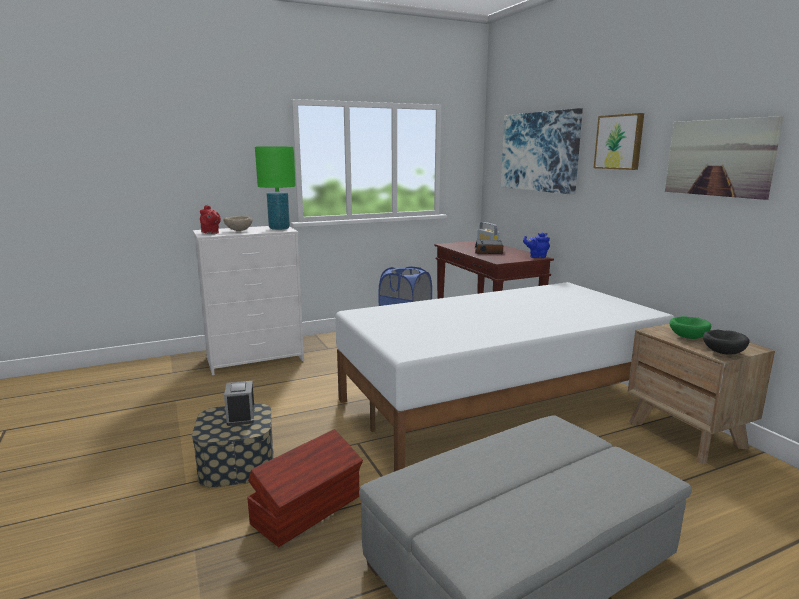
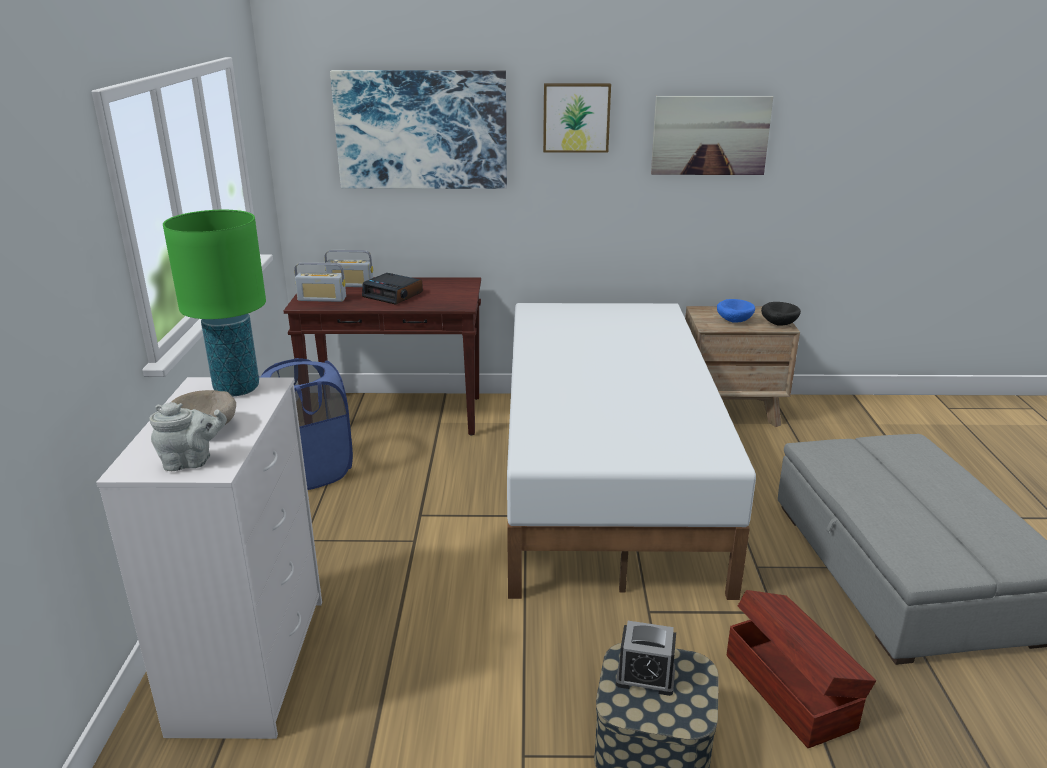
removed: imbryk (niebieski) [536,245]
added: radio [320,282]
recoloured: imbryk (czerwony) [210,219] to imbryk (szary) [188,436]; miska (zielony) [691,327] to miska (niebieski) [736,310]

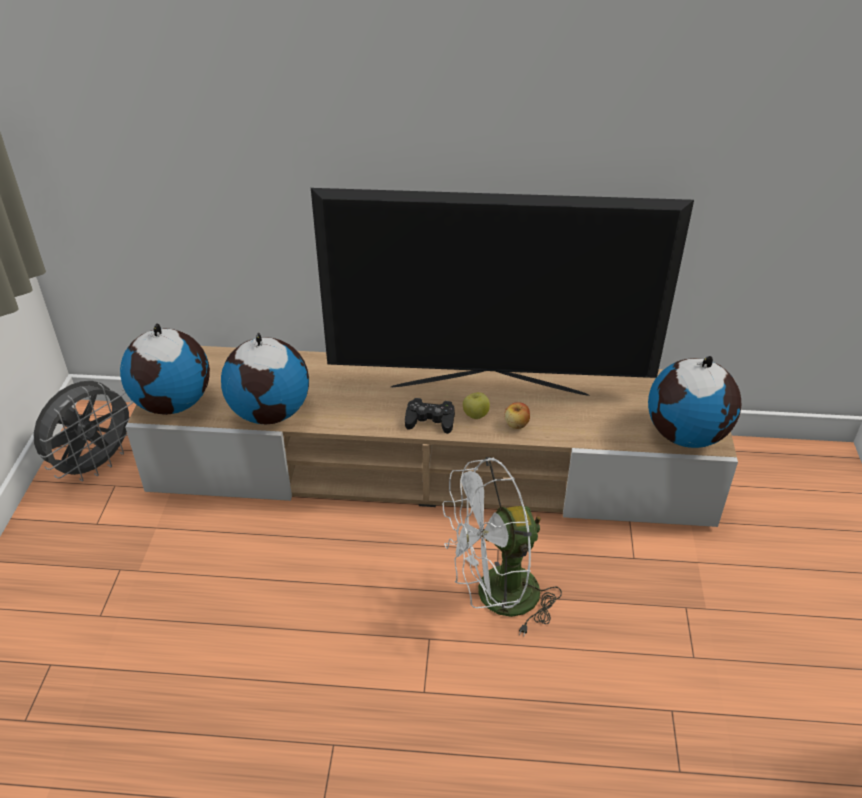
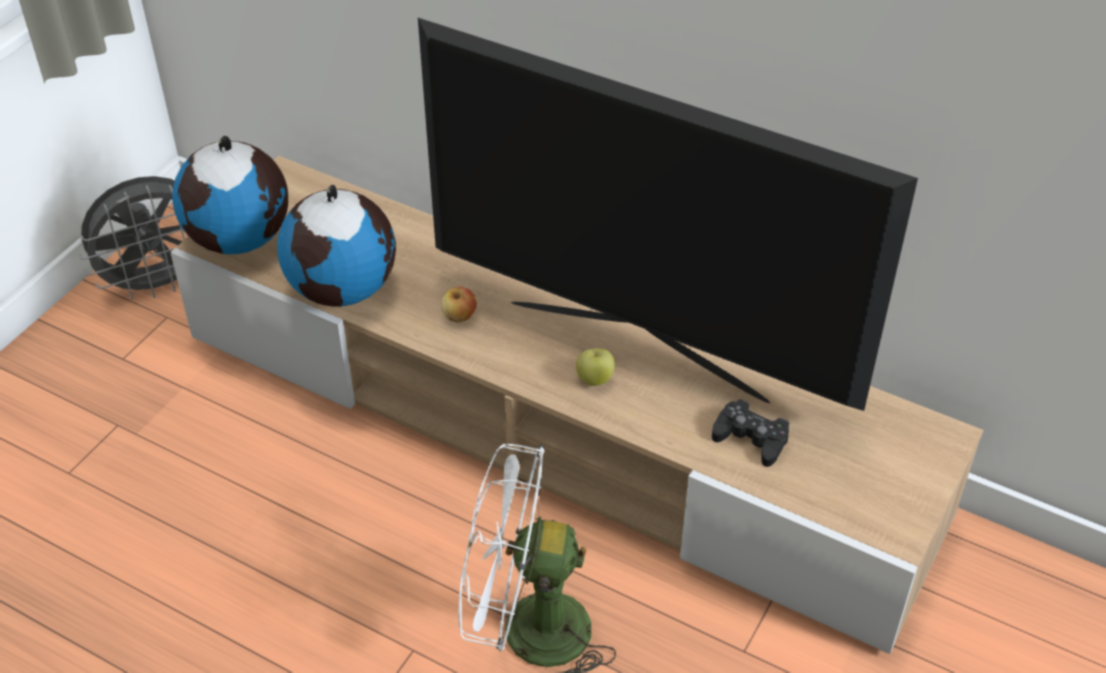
removed: globus [694,402]
moved: pad do gier (czarny) [430,416] to [750,433]; jabłko [517,416] to [459,305]

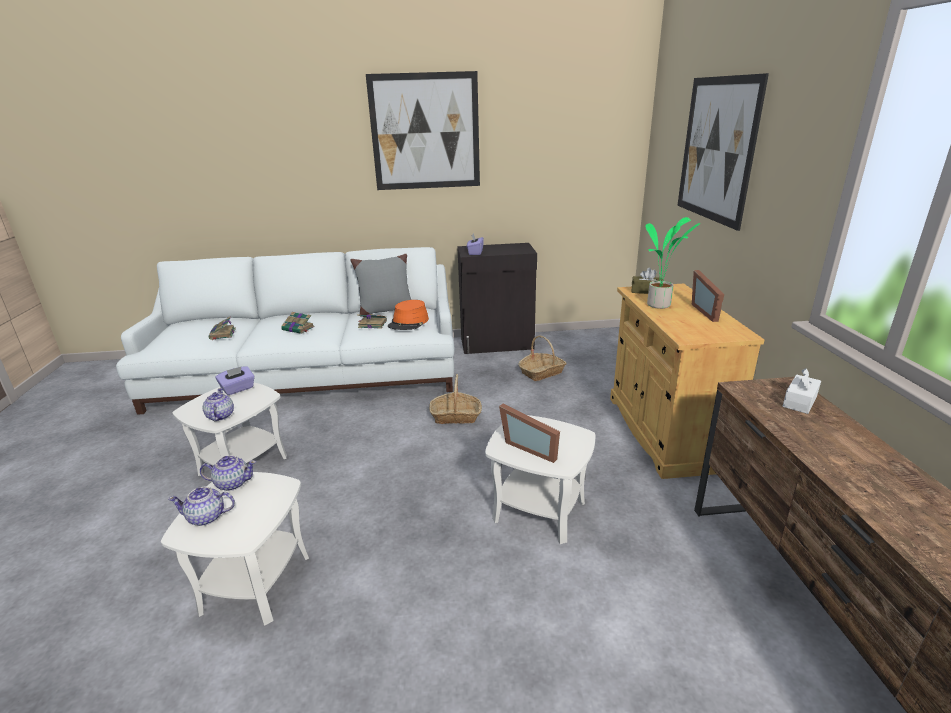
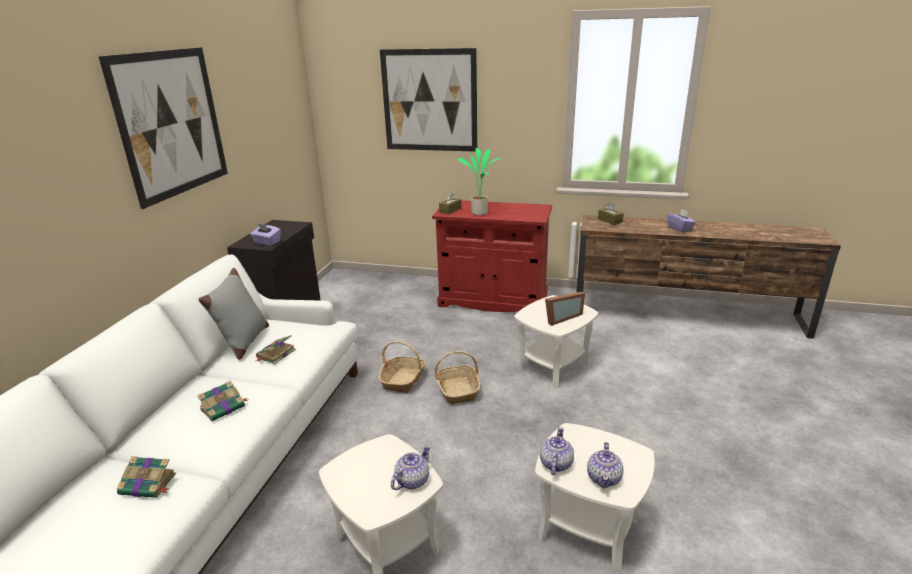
removed: kapelusz (pomarańczowy) [408,315]; ramka na zdjęcie [708,296]
moved: pudełko chusteczek (fioletowy) [235,380] to [682,220]; koszyk [542,358] to [458,377]
recoloured: szafka (beżowy) [687,381] to szafka (czerwony) [492,256]; pudełko chusteczek (biały) [802,391] to pudełko chusteczek (brązowy) [611,213]
turned: imbryk [218,404] = [411,467] 120 degrees clockwise

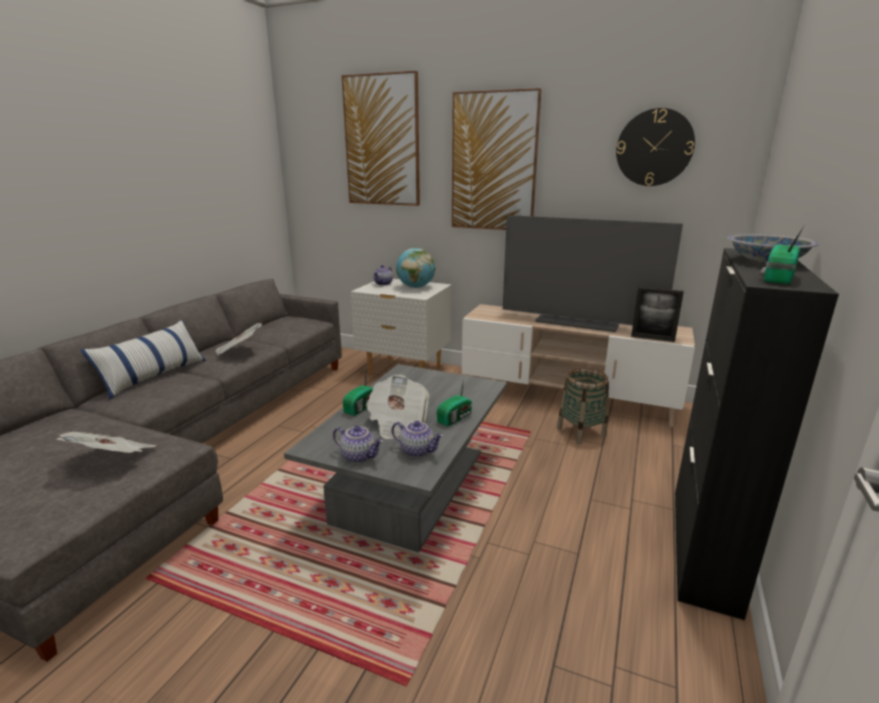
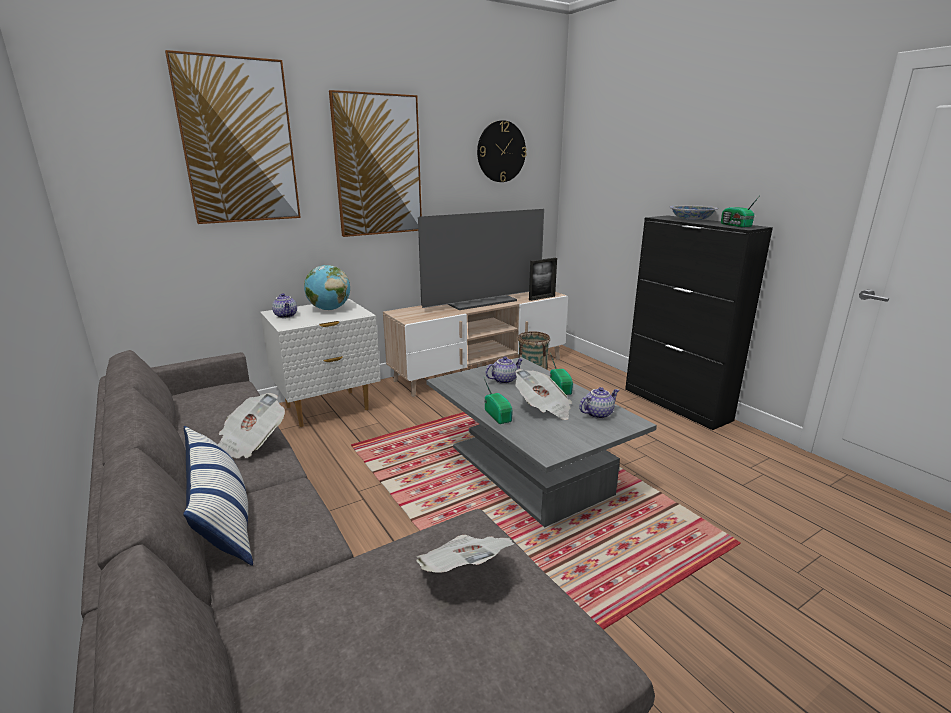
moved: imbryk [358,444] to [504,370]

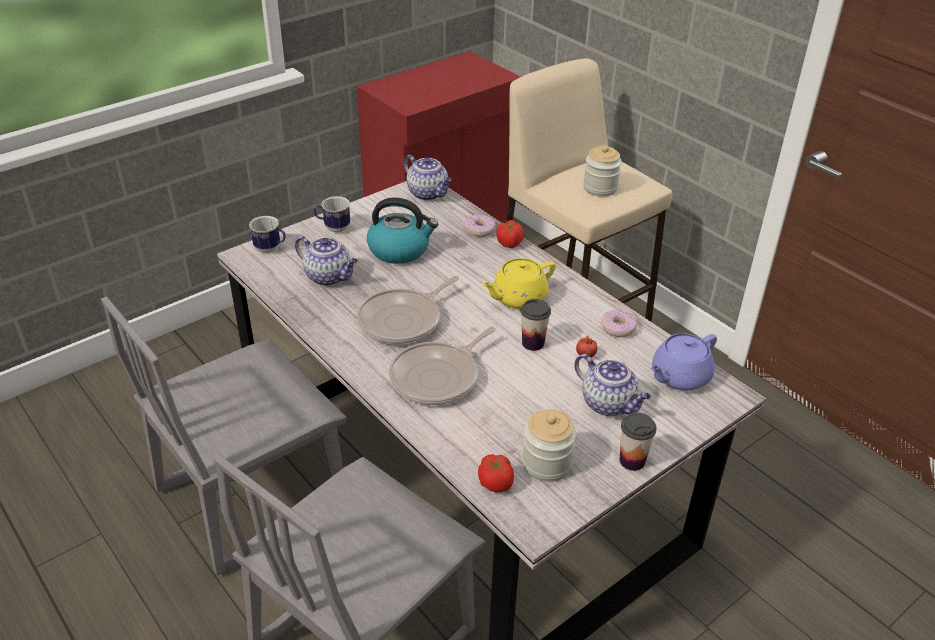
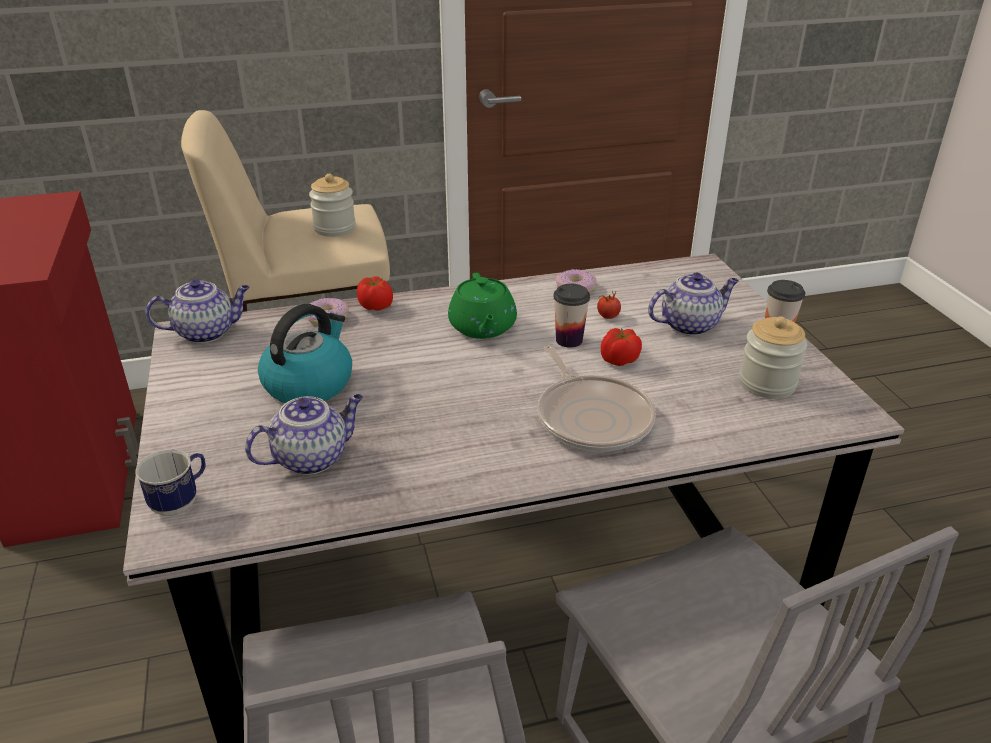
removed: kubek [332,214]; patelnia [408,310]; imbryk (fioletowy) [683,362]
moved: pomidor [496,473] to [621,347]
recoloured: imbryk (żółty) [519,283] to imbryk (zielony) [482,306]

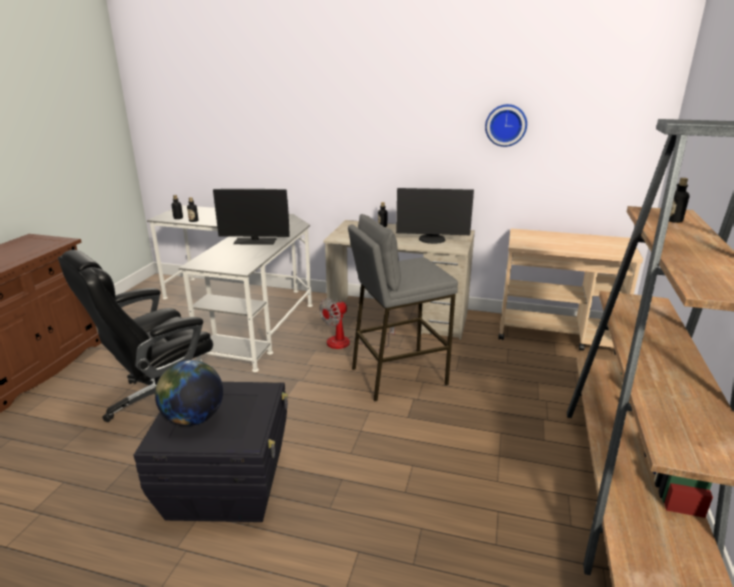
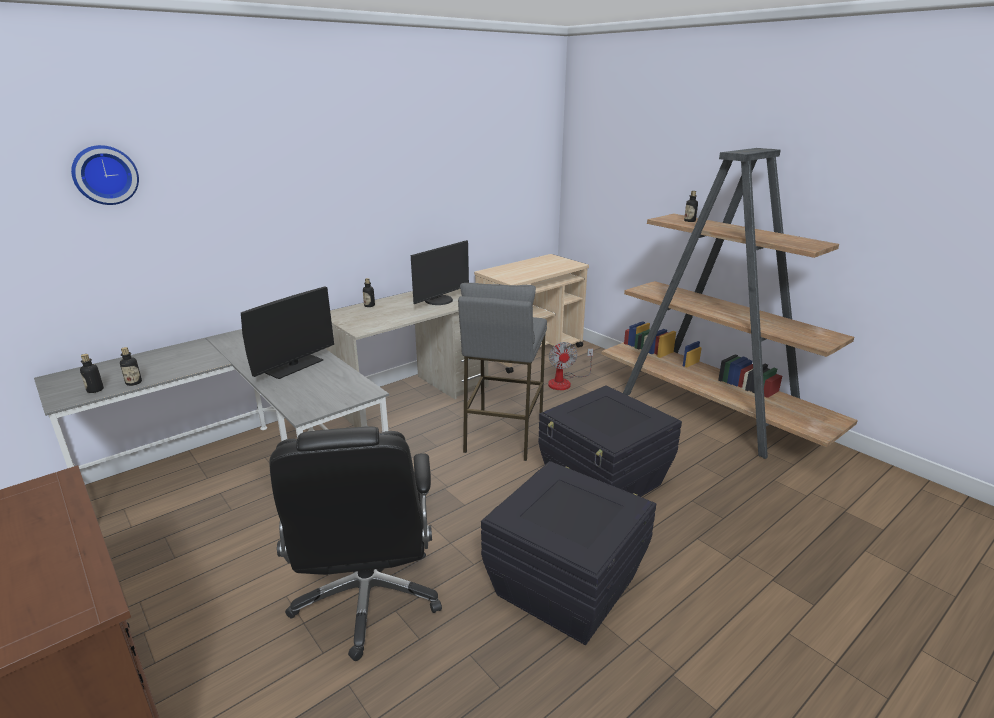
removed: globus [189,393]
added: pojemnik do przechowywania (czarny) [610,441]
moved: wentylator [357,324] to [570,366]; zegar ścienny [506,125] to [105,175]

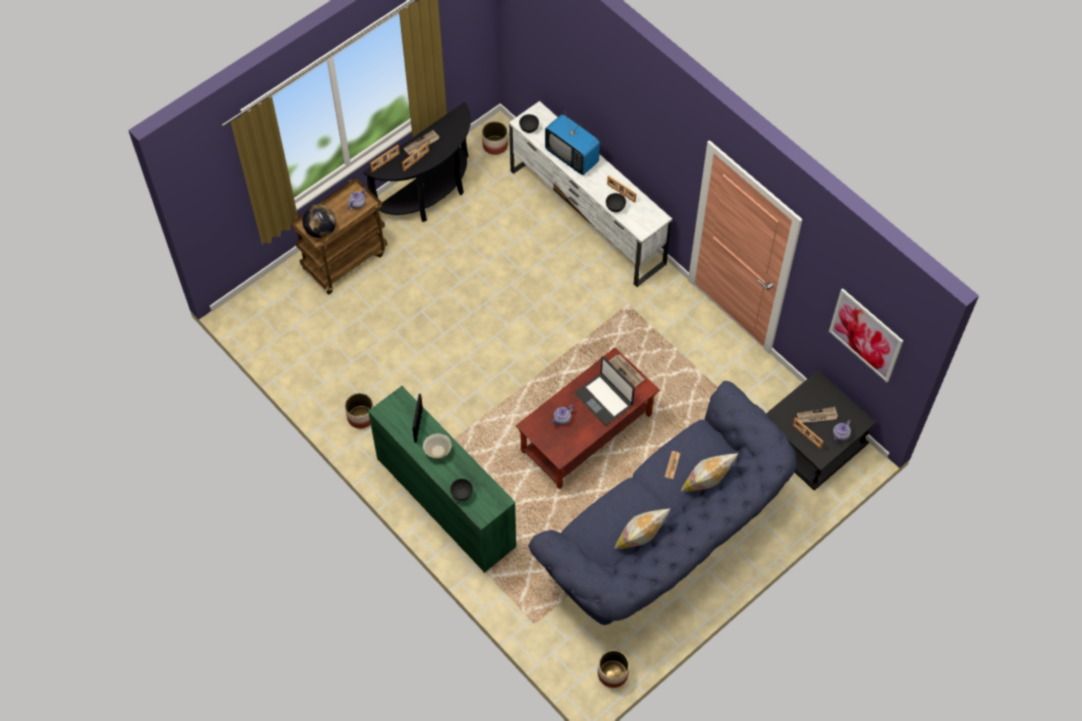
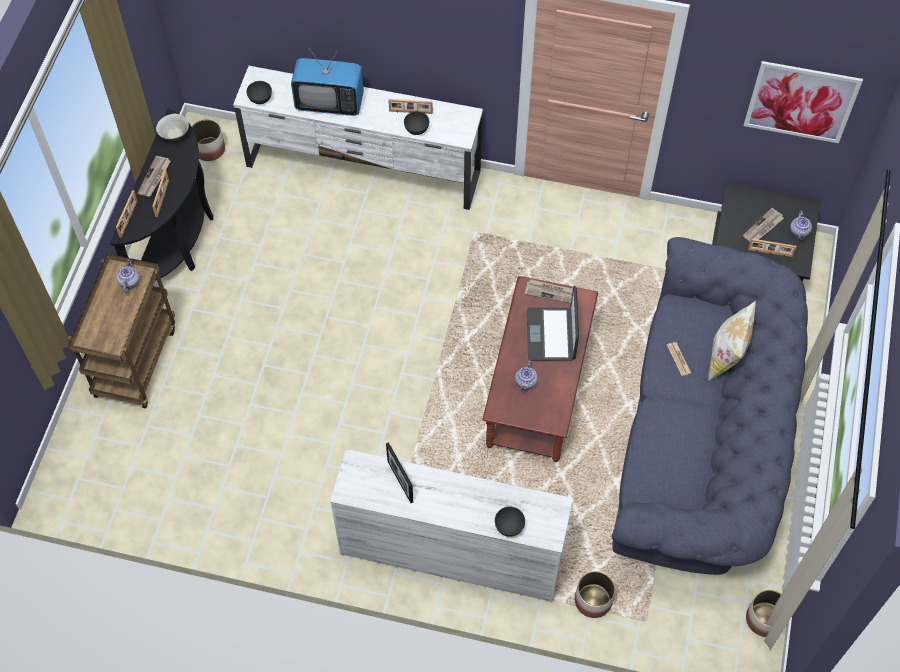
removed: globus [319,221]; poduszka [642,528]
moved: donica [359,411] to [595,594]; miska (beżowy) [437,446] to [172,127]
recoloured: komoda (zielony) [442,479] to komoda (biały) [451,525]
turned: laptop [605,390] = [553,323] 75 degrees clockwise

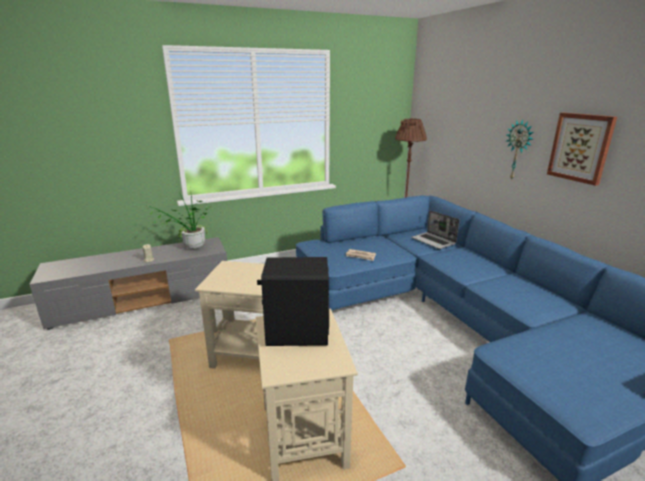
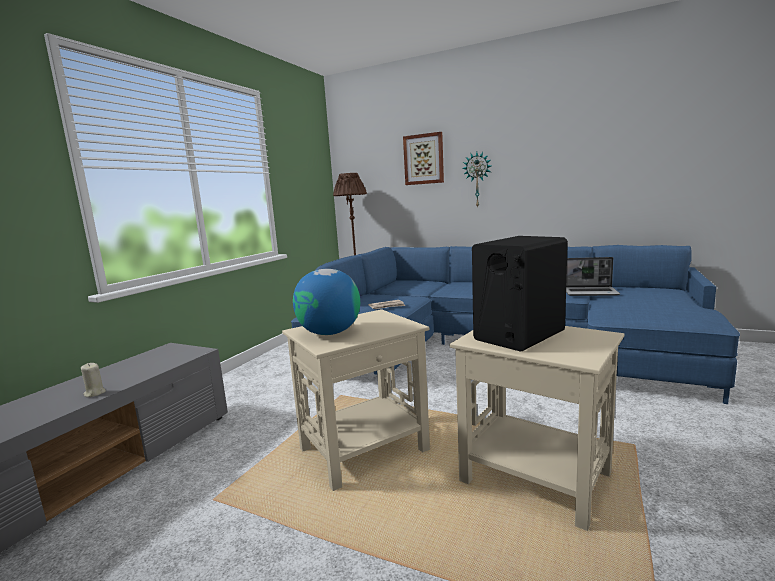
removed: roślina doniczkowa [179,220]
added: globus [326,302]
moved: laptop [435,229] to [593,276]; obraz [582,149] to [423,158]

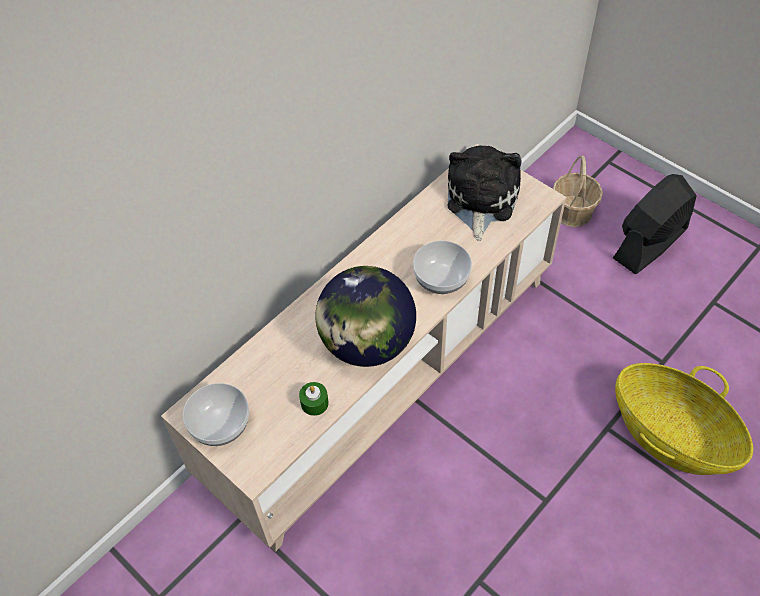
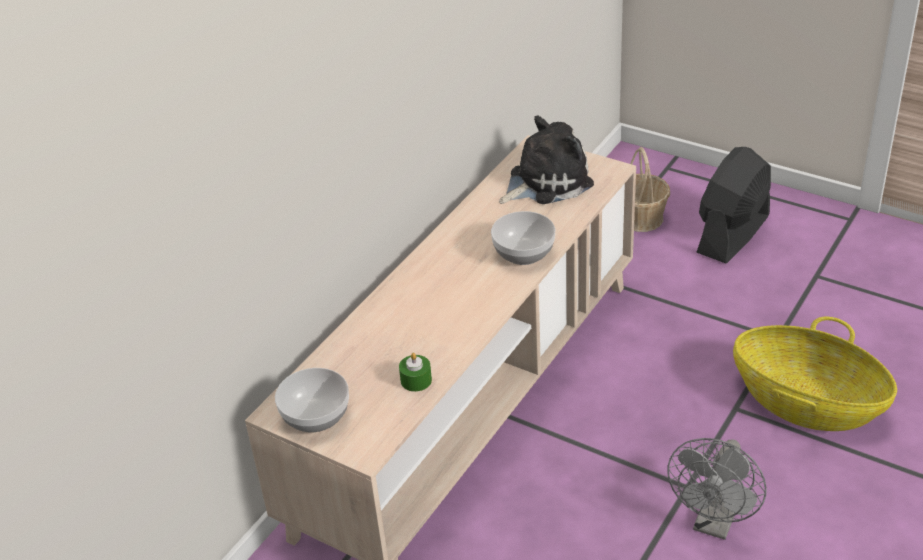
removed: globus [365,316]
added: wentylator (szary) [717,489]
turned: pluszak [484,193] = [546,160] 60 degrees clockwise

